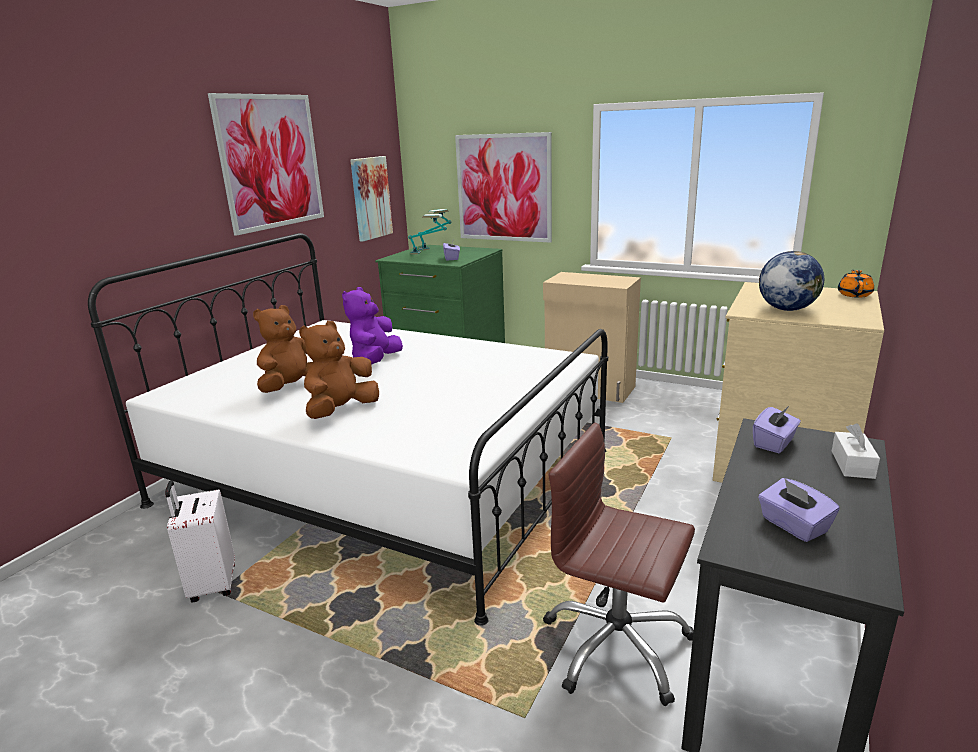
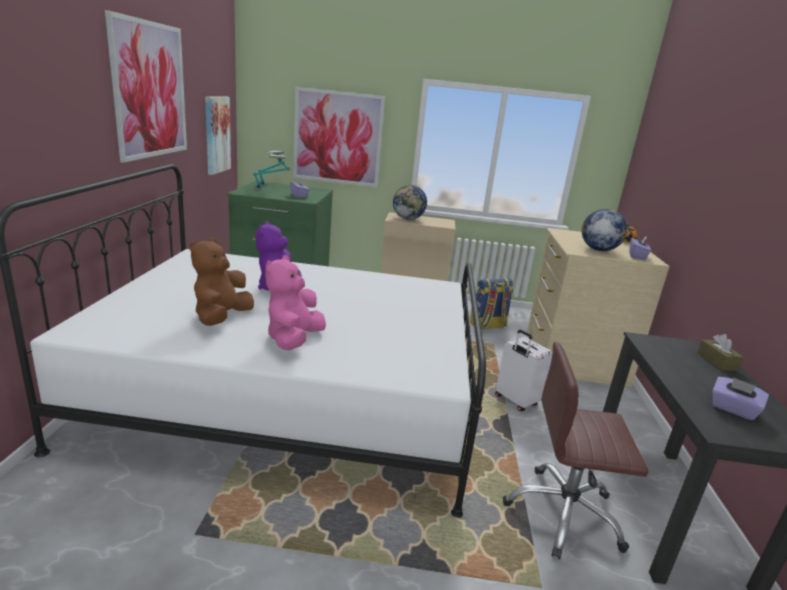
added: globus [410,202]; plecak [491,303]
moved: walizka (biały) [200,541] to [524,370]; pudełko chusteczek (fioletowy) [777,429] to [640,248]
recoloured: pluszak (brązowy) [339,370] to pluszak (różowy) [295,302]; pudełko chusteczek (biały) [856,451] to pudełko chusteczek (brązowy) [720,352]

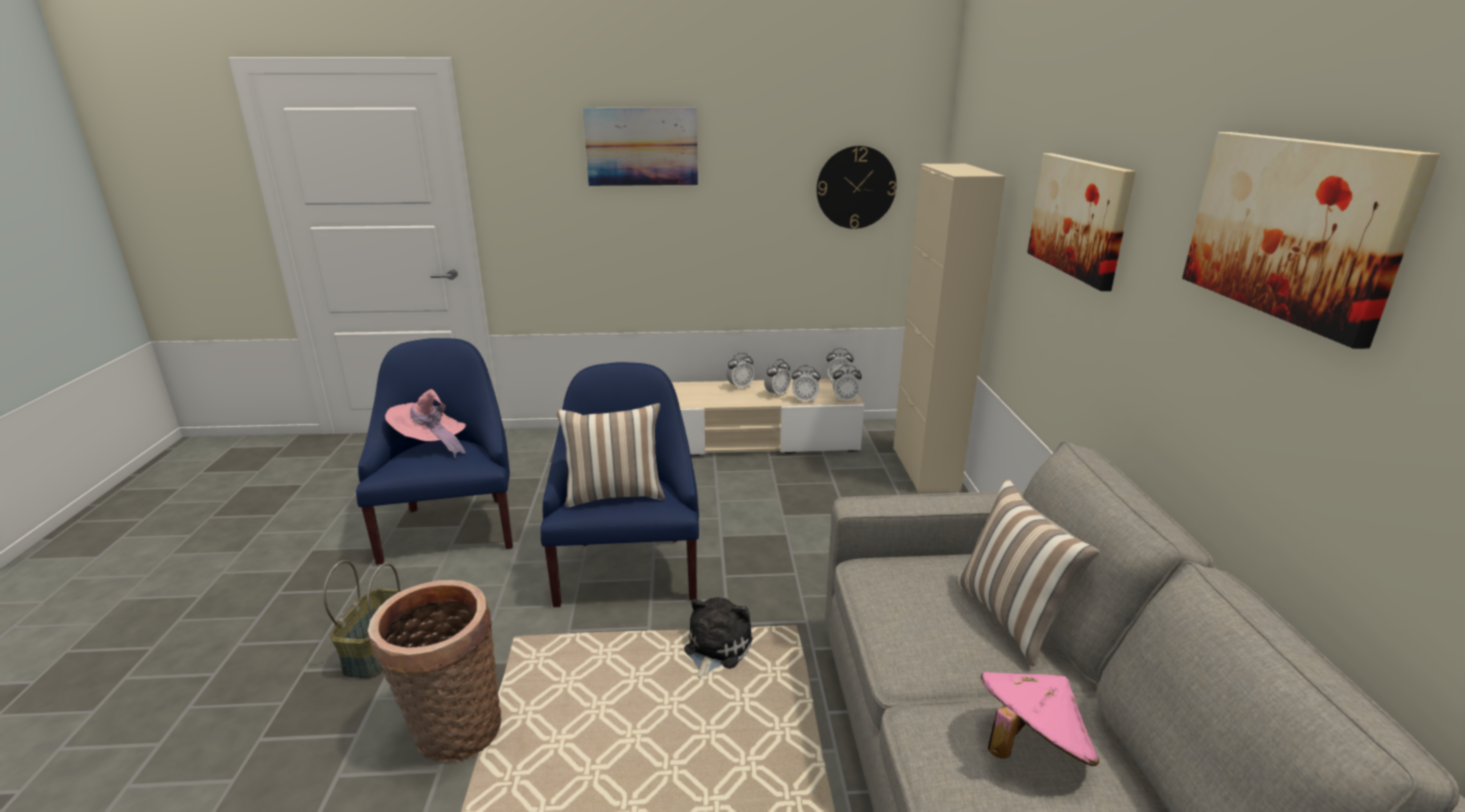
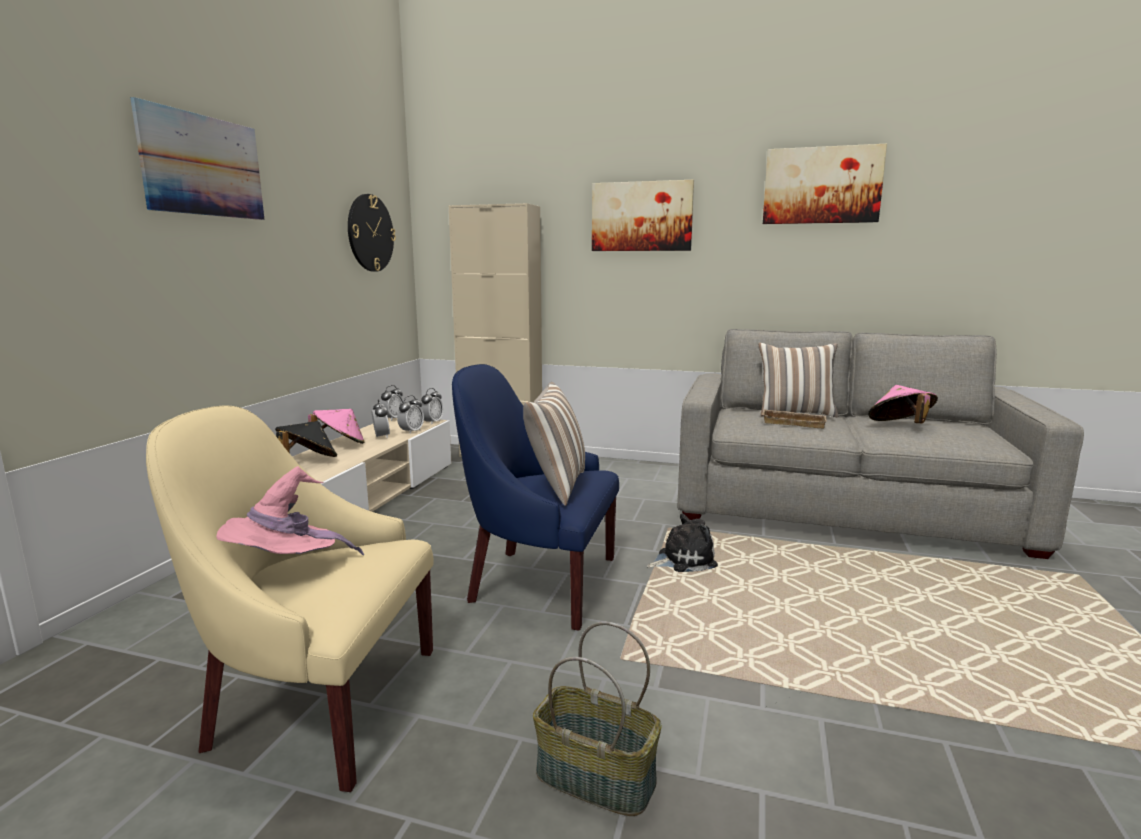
removed: koszyk [434,671]
added: kapelusz (czarny) [306,439]; taca (beżowy) [794,418]
replaced: budzik [740,371] to kapelusz (różowy) [336,426]
recoloured: fotel (niebieski) [434,451] to fotel (beżowy) [290,599]
turned: pluszak [718,638] = [682,543] 120 degrees clockwise

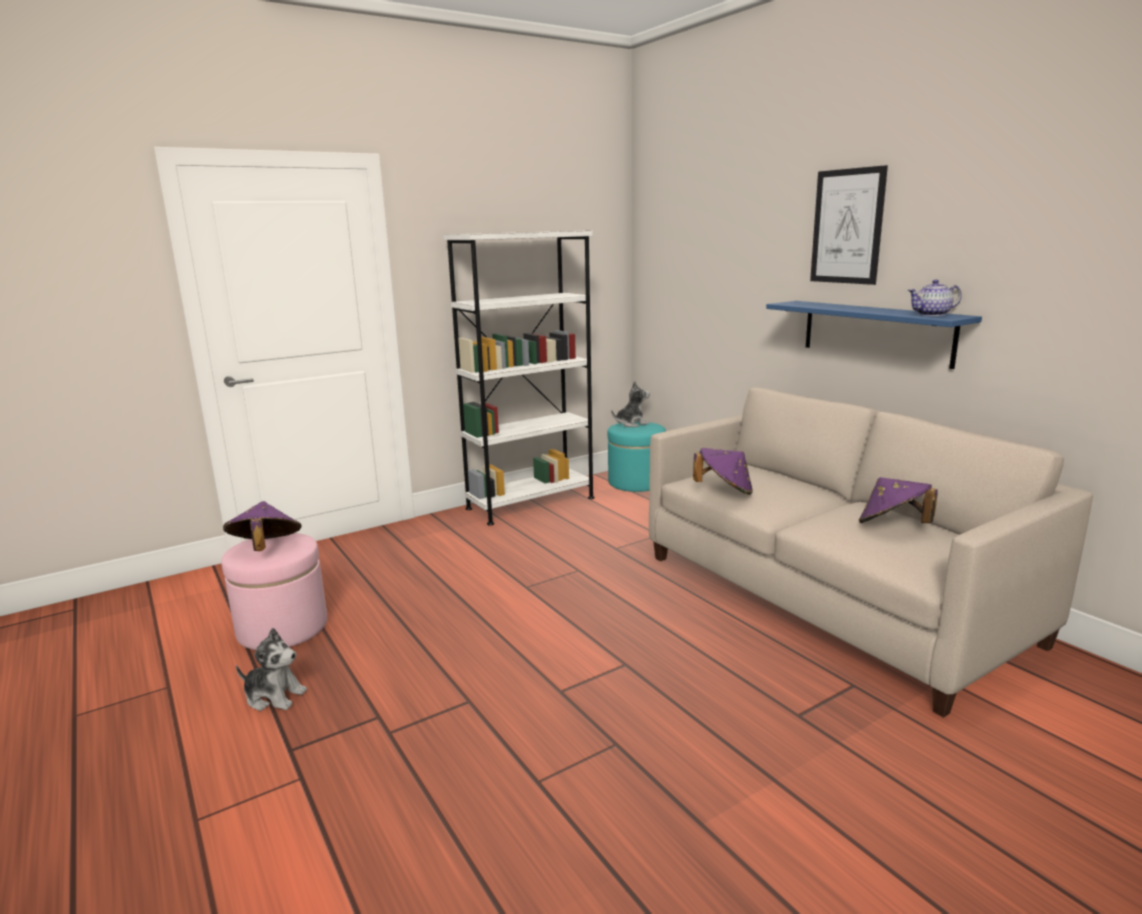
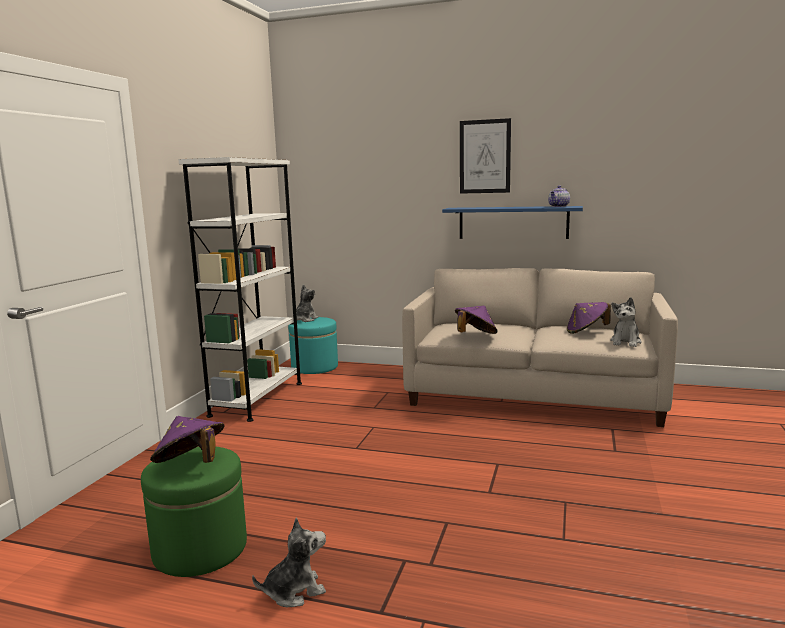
added: pluszak [626,322]
recoloured: pufa (różowy) [274,591] to pufa (zielony) [194,511]

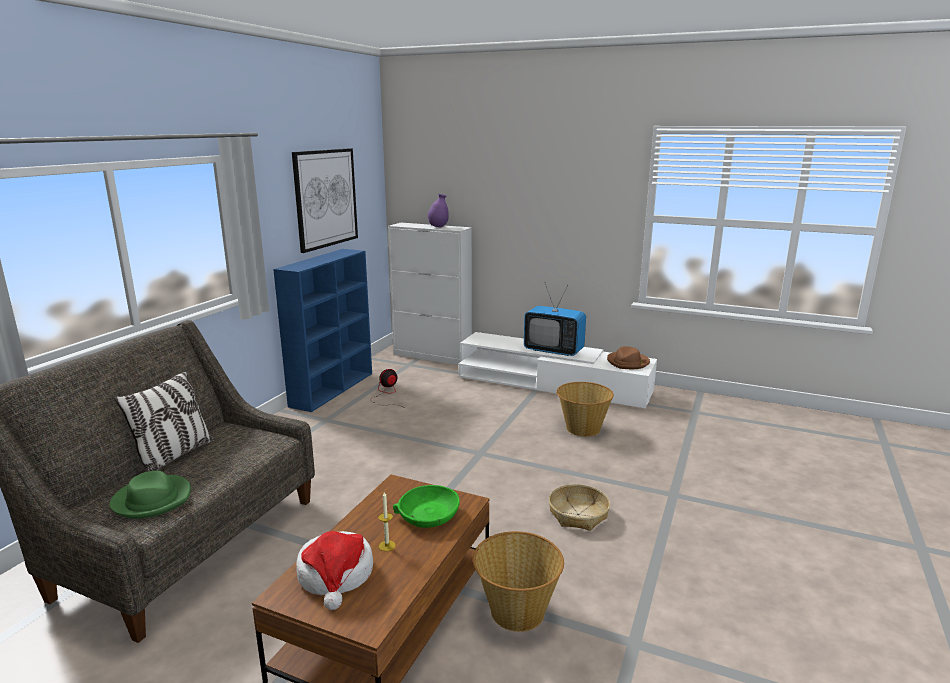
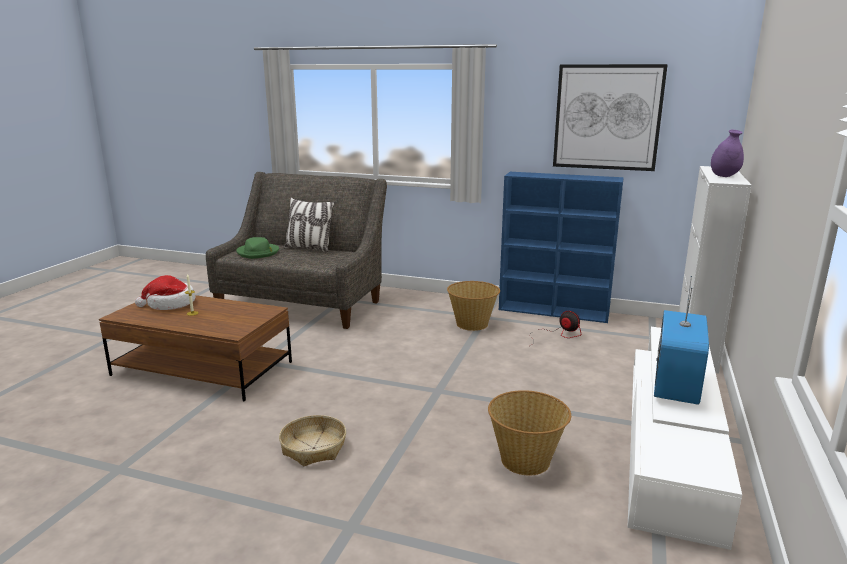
removed: miska (zielony) [426,506]; kapelusz (brązowy) [628,357]
moved: koszyk [518,581] to [473,306]

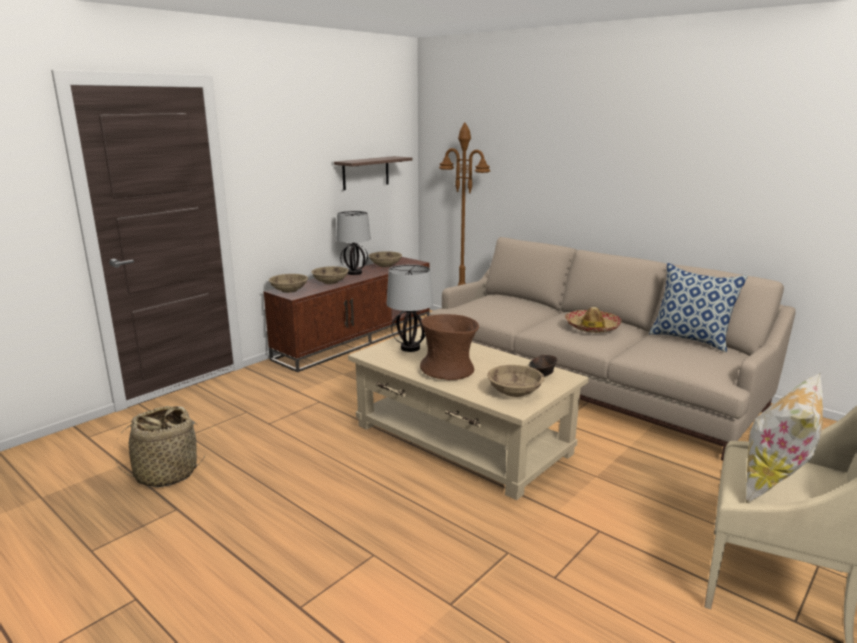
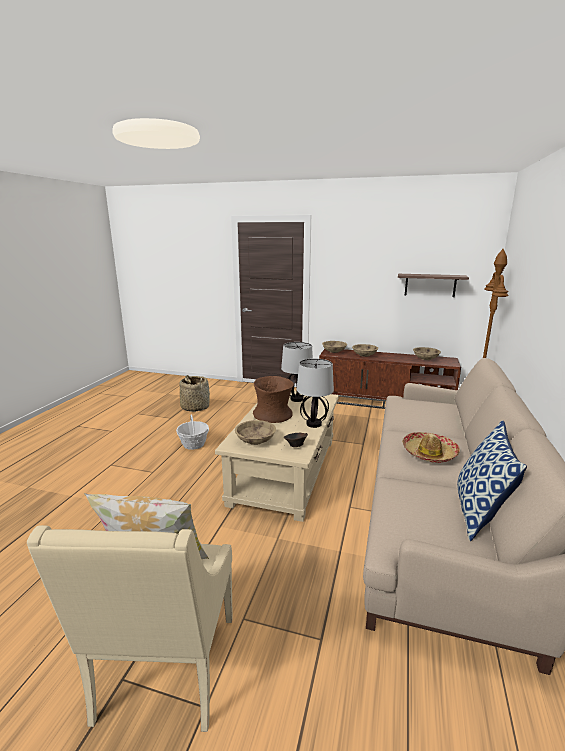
added: koszyk [192,432]
moved: lampa stołowa [353,243] to [315,393]

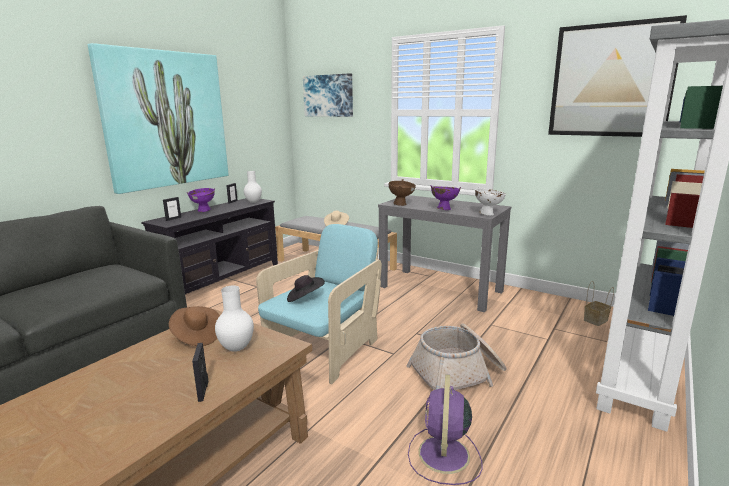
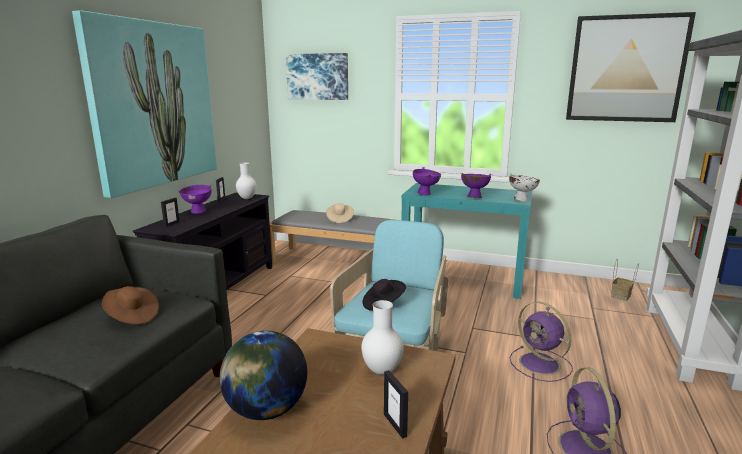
added: globus [263,375]
moved: kapelusz (brązowy) [194,326] to [130,305]
replaced: koszyk [456,356] to wentylator (fioletowy) [541,342]
recoloured: stolik konsolowy (szary) [444,253] to stolik konsolowy (turkusowy) [466,241]; miska (brązowy) [402,192] to miska (fioletowy) [427,181]

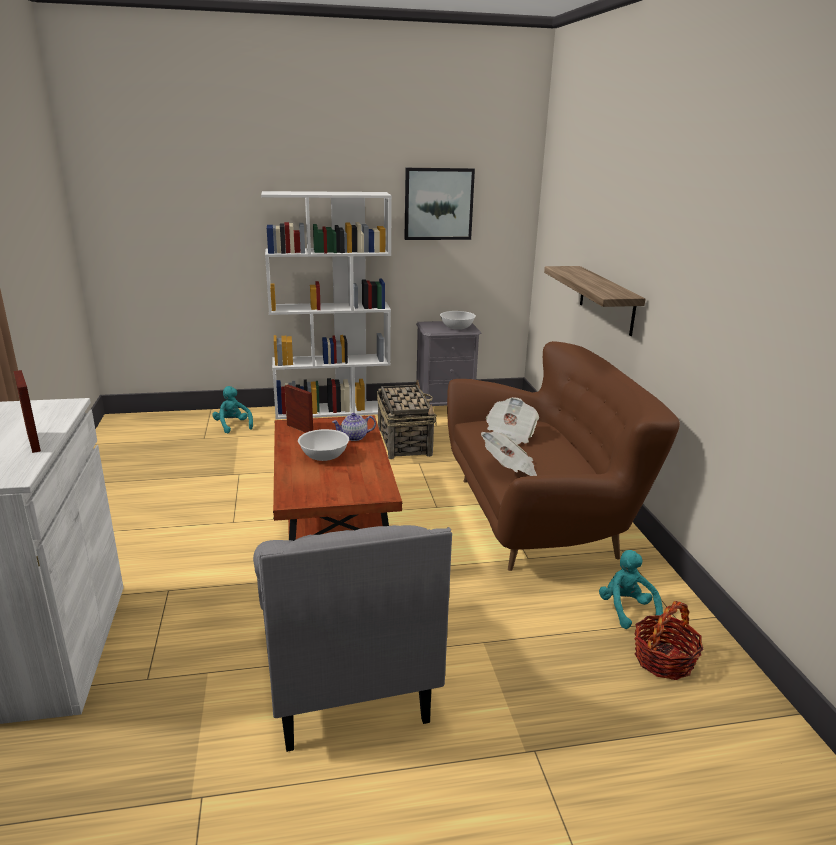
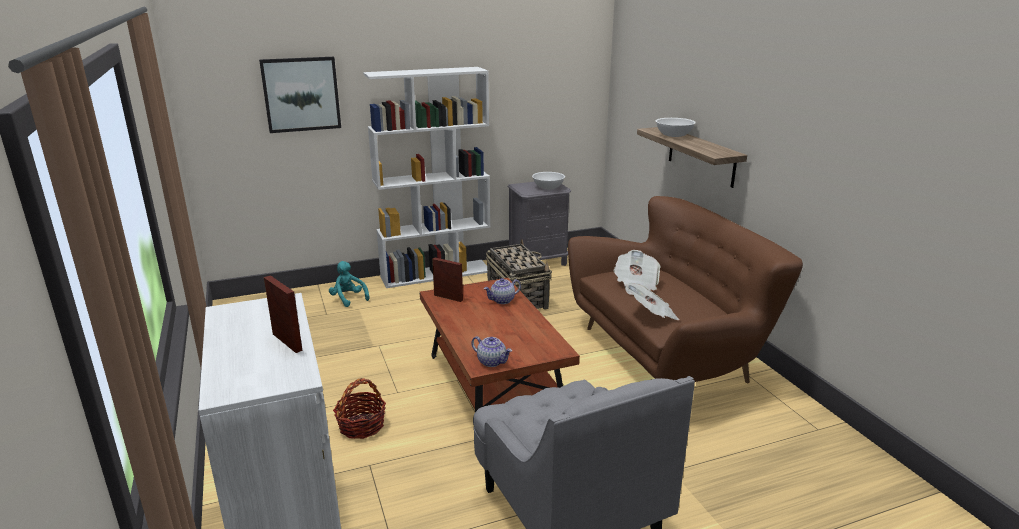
removed: pluszak (turkusowy) [631,589]
added: imbryk [491,351]
moved: miska (biały) [323,445] to [676,127]; obraz [439,204] to [300,95]; koszyk [669,640] to [359,408]

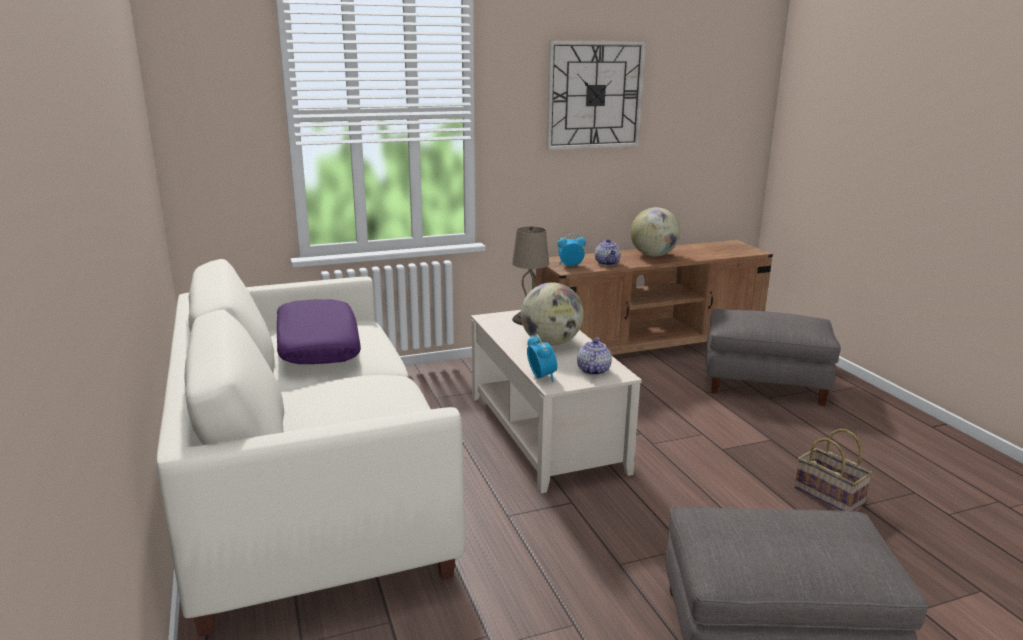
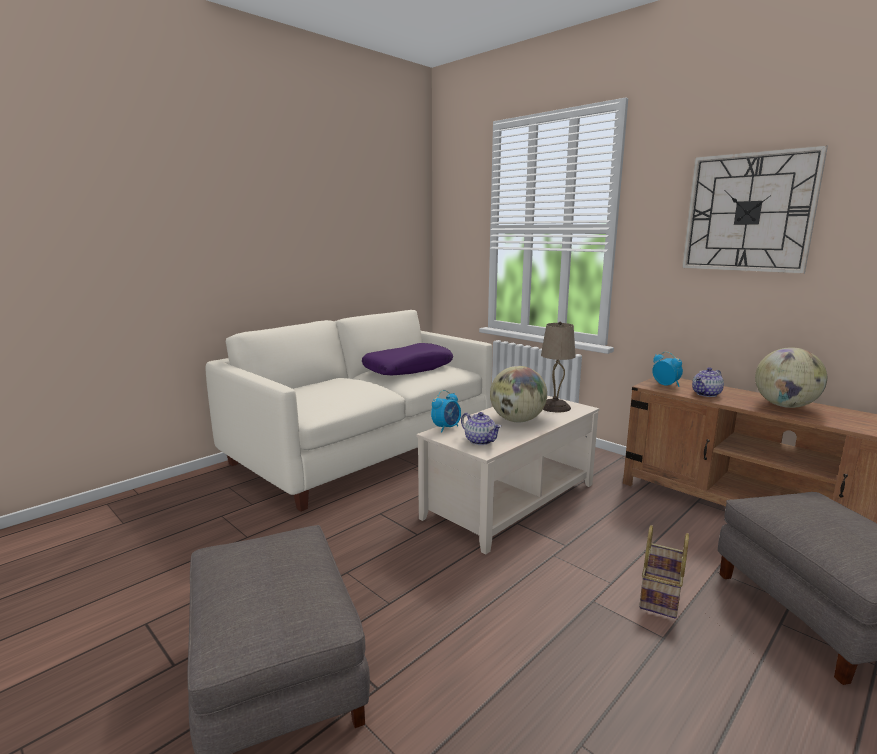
moved: koszyk [833,470] to [664,572]
turned: imbryk [594,356] = [481,428] 60 degrees clockwise

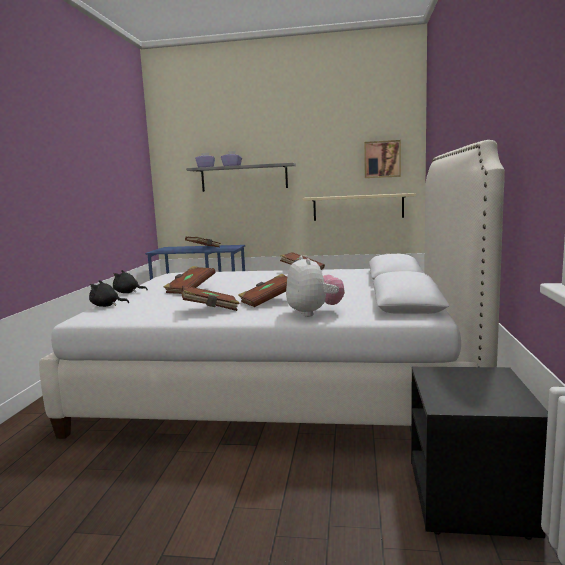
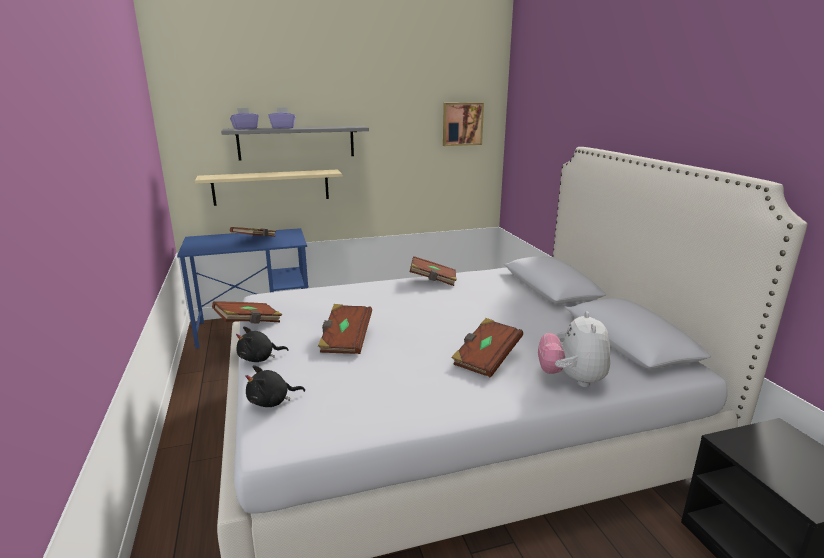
moved: książka (brązowy) [210,298] to [247,312]; półka (beżowy) [359,207] to [268,188]
turned: pluszak [315,286] = [574,349] 135 degrees counterclockwise

